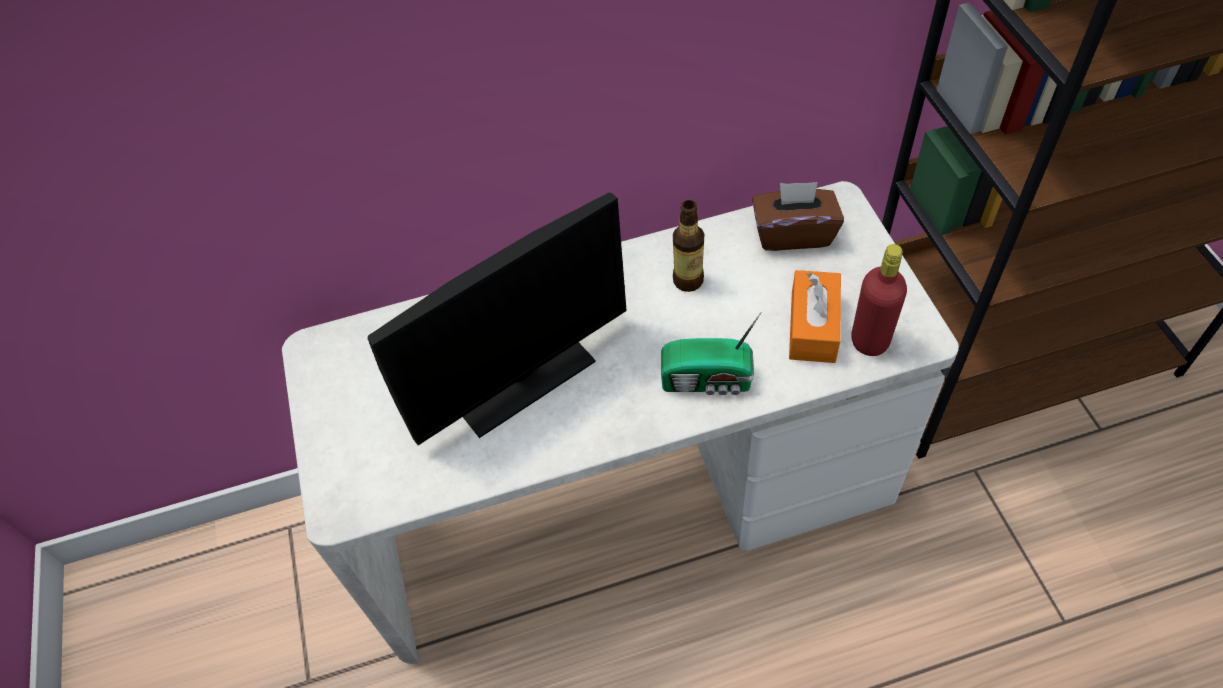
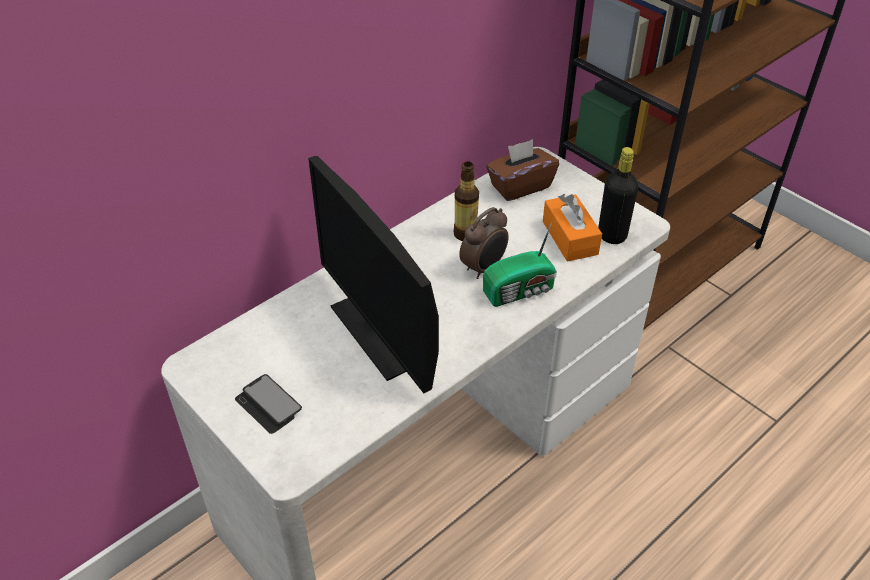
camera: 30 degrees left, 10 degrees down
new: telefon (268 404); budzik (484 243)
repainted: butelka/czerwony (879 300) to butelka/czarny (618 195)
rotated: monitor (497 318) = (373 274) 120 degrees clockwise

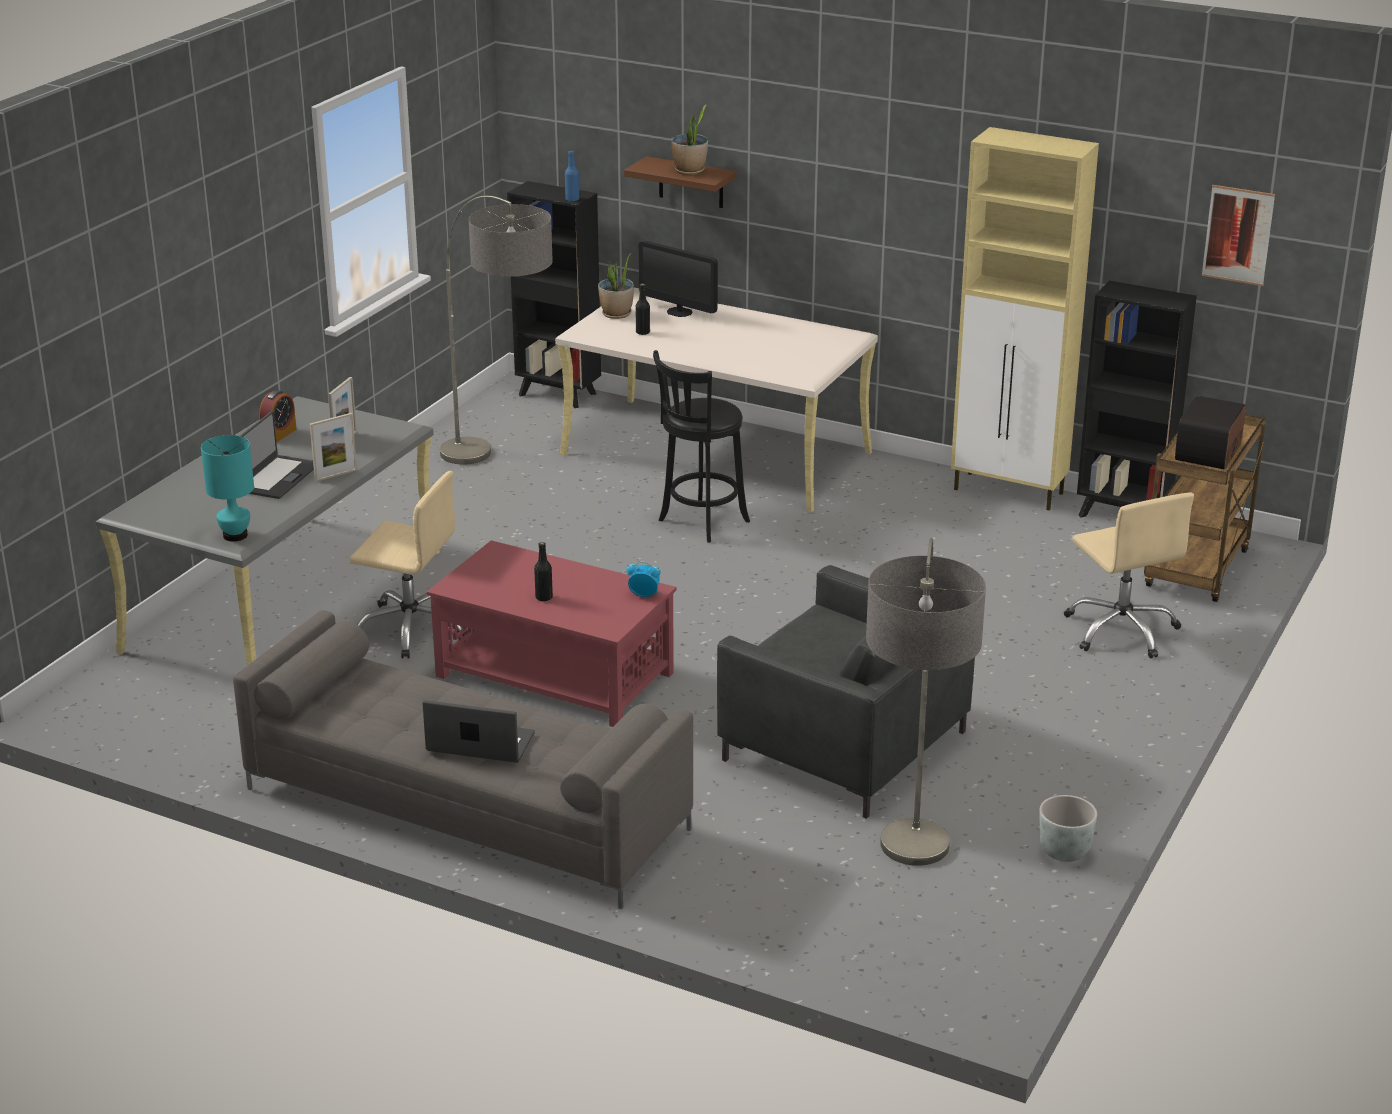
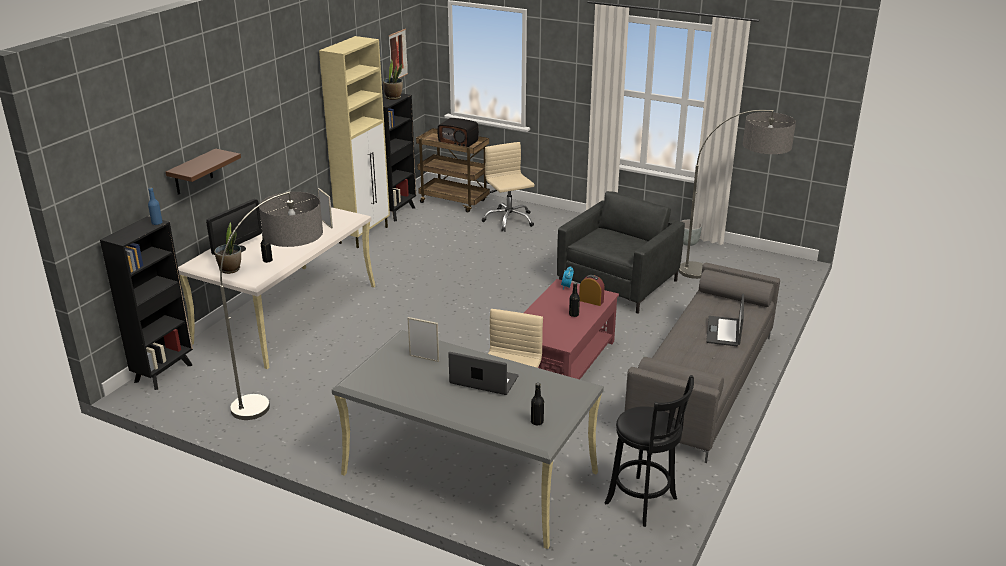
camera: 90 degrees left, 0 degrees up
gone: lampa stołowa/turkusowy (227 488)
new: butelka/czarny (537 404)
shifted: ramka na zdjęcie (333 447) to (325 208); roślina doniczkowa (689 139) to (393 79); budzik (277 416) to (592 290); stołek/czarny (701 446) to (649 451)
rotated: krzesło biurowe/beżowy (1129 575) = (508 187) 90 degrees counterclockwise

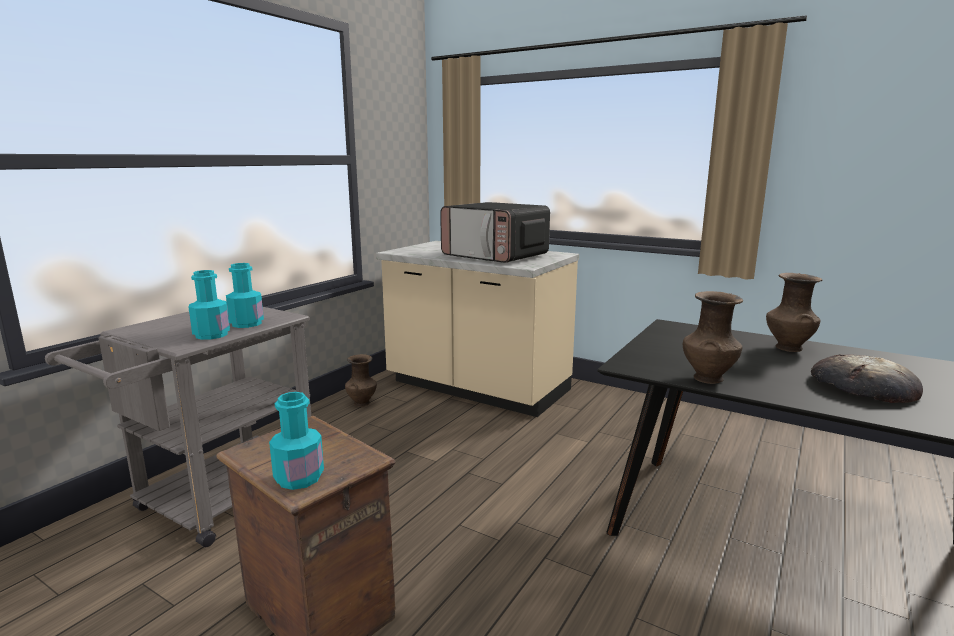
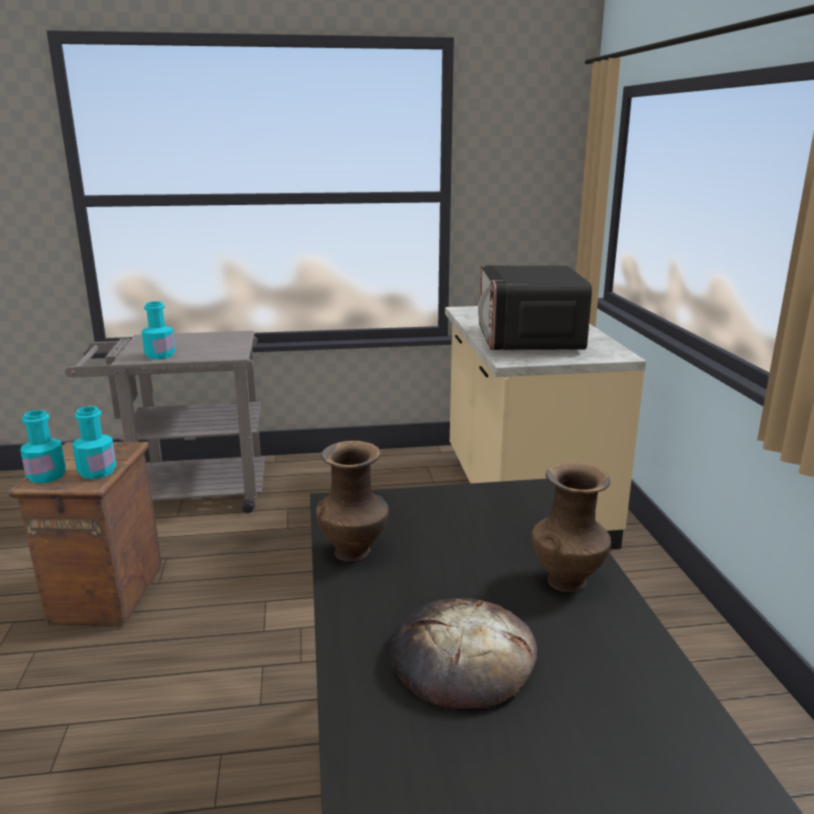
camera: 50 degrees right, 5 degrees up
gone: wazon/brązowy (361 380)
shifted: butelka/turkusowy (245 295) to (94 442)

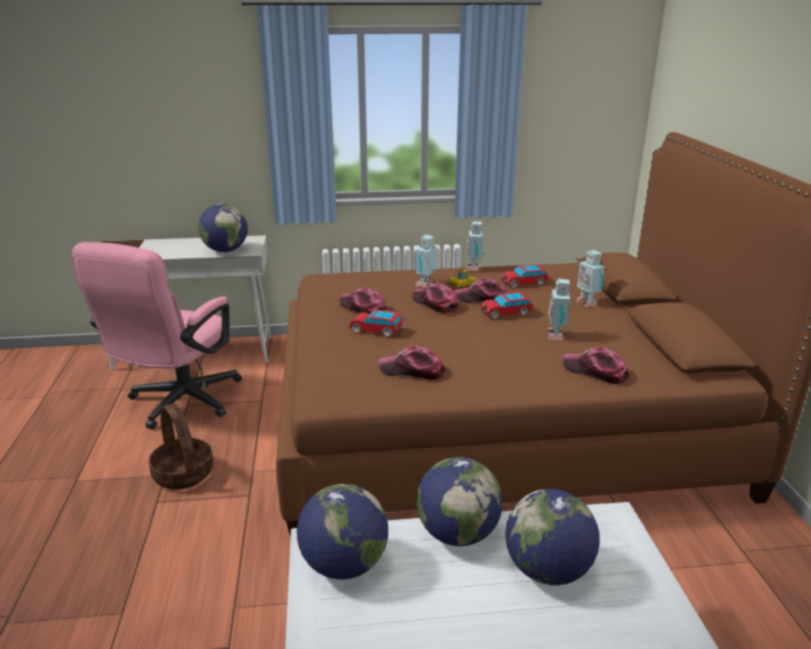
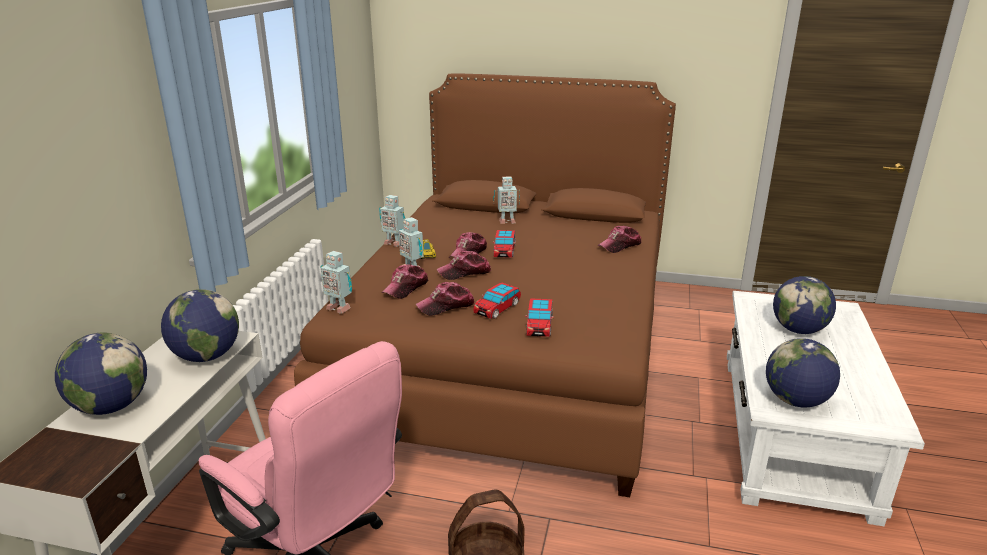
camera: 70 degrees left, 0 degrees up
shifted: globus (459 501) to (101 374); robot zabawkowy (559 309) to (336 282); czapka z daszkiem (411 362) to (404 281); samochodzik (525 276) to (539 317)

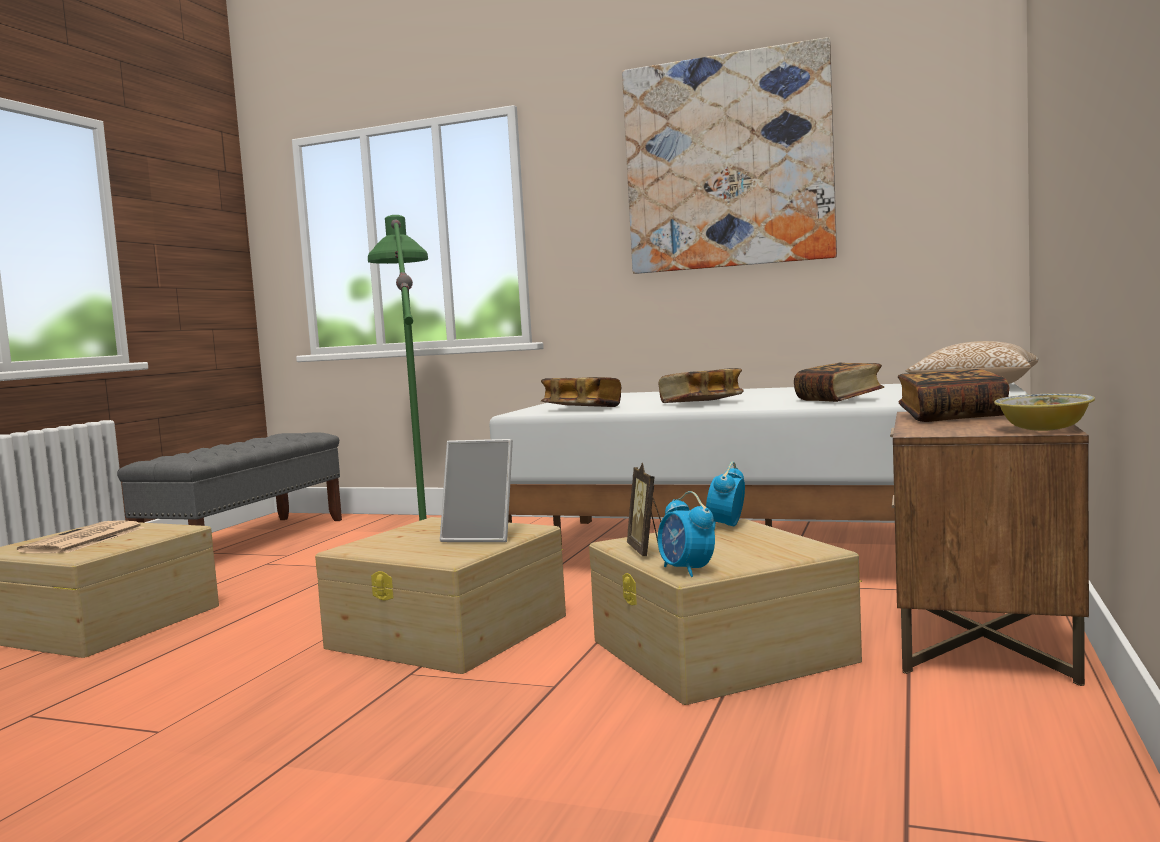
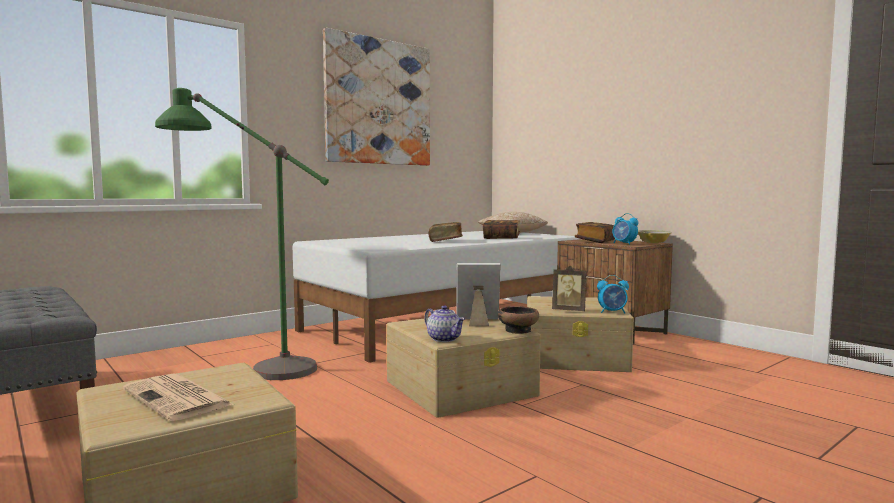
camera: 60 degrees left, 0 degrees up
gone: książka (581 392)
new: imbryk (444 324); miska (518 320)
shifted: budzik (725 496) to (625 229)
rotated: ramka na zdjęcie (476 490) = (478 294) 135 degrees counterclockwise

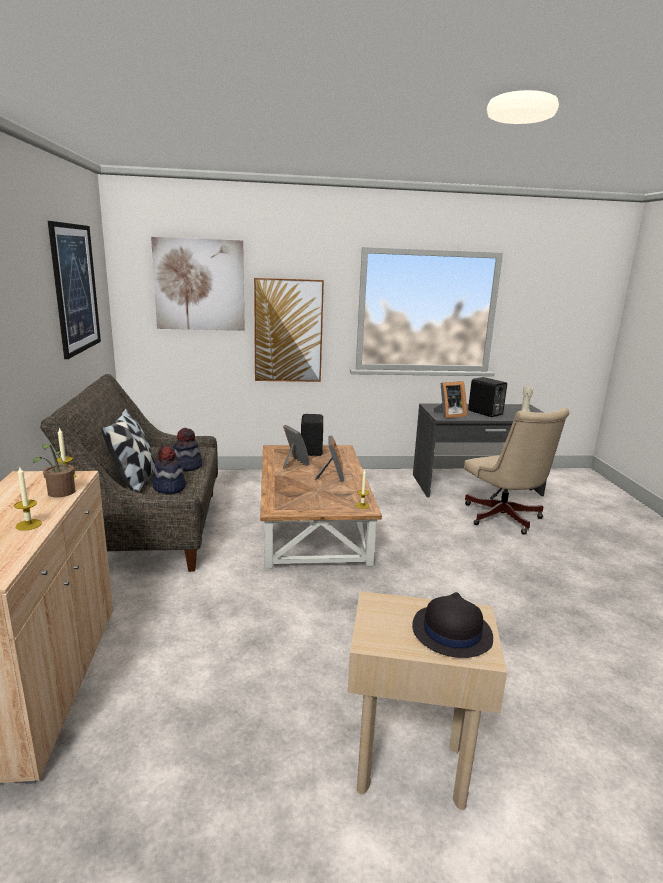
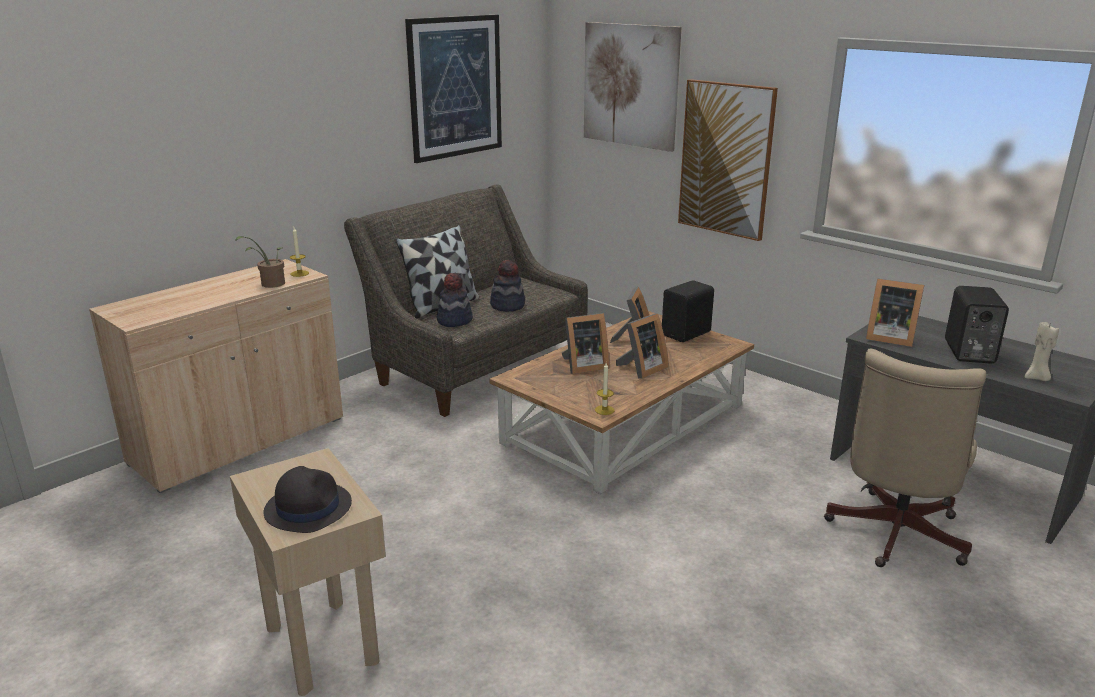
camera: 50 degrees right, 5 degrees up
gone: świeca (28 499)
new: ramka na zdjęcie (585 343)

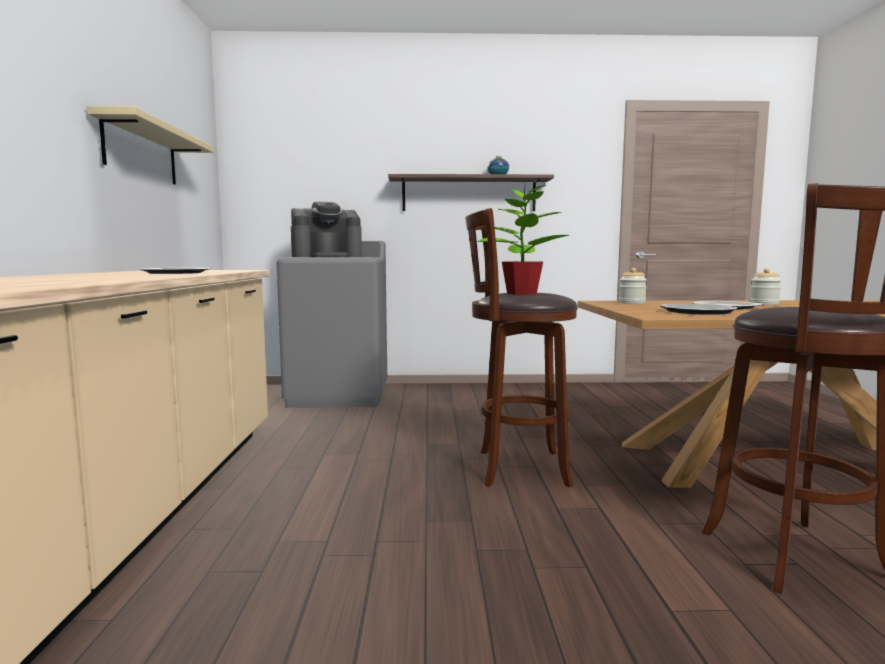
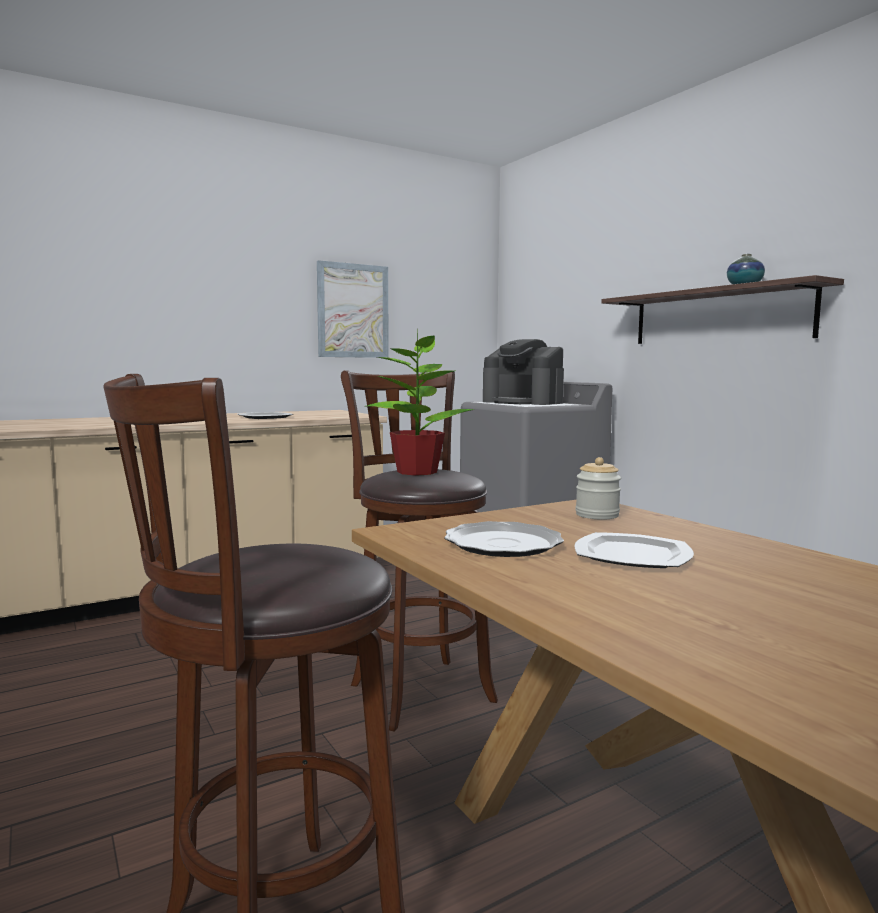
camera: 60 degrees right, 0 degrees up
gone: słoik (765 286)
swapped: półka/beżowy (150 145) to obraz (353 309)

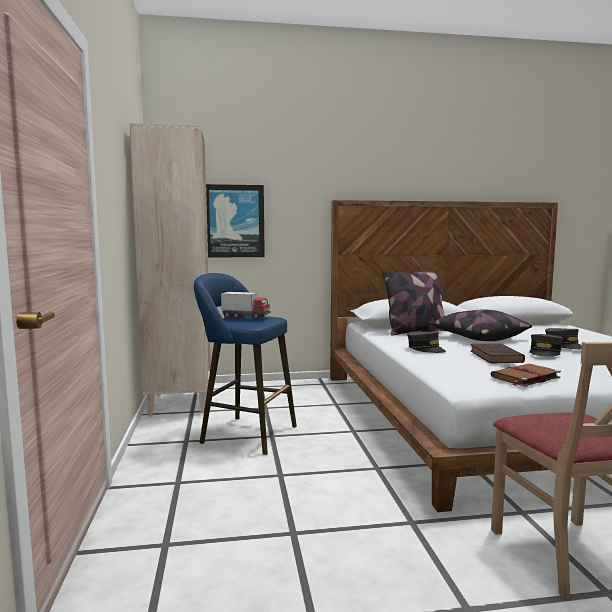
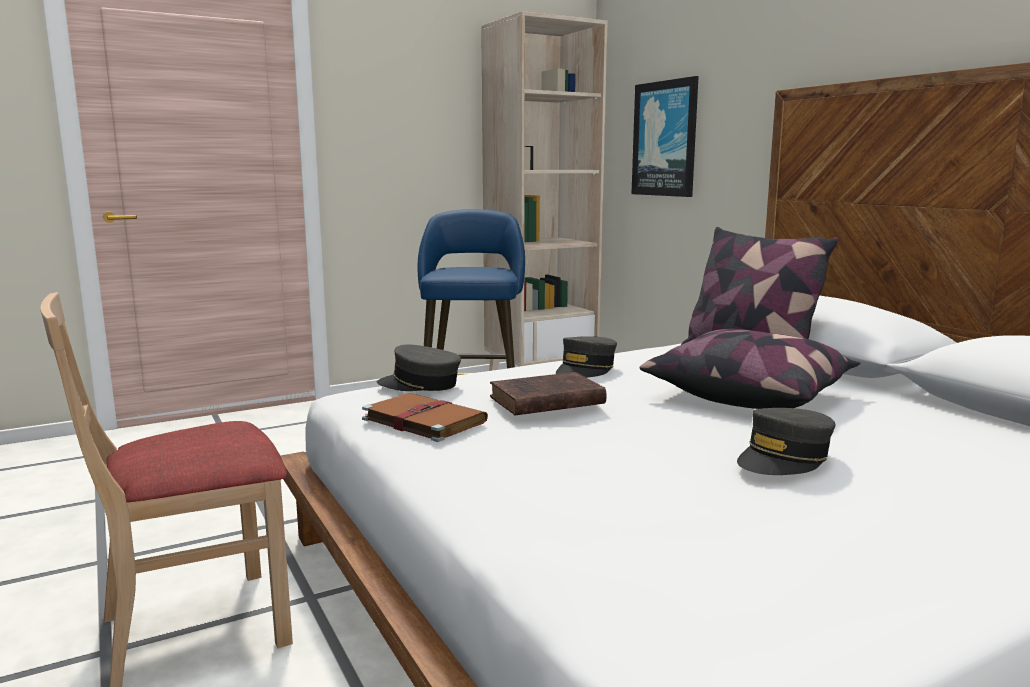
camera: 70 degrees right, 5 degrees up
gone: ciężarówka zabawkowa (246 306)
shifted: czapka z daszkiem/szary (546 345) to (419 368)

